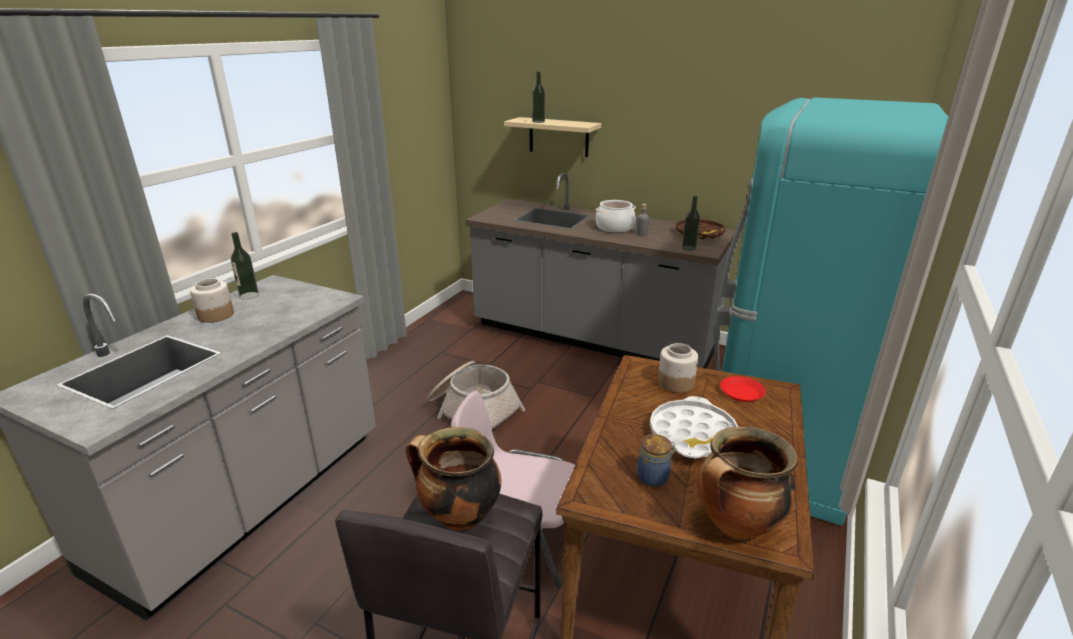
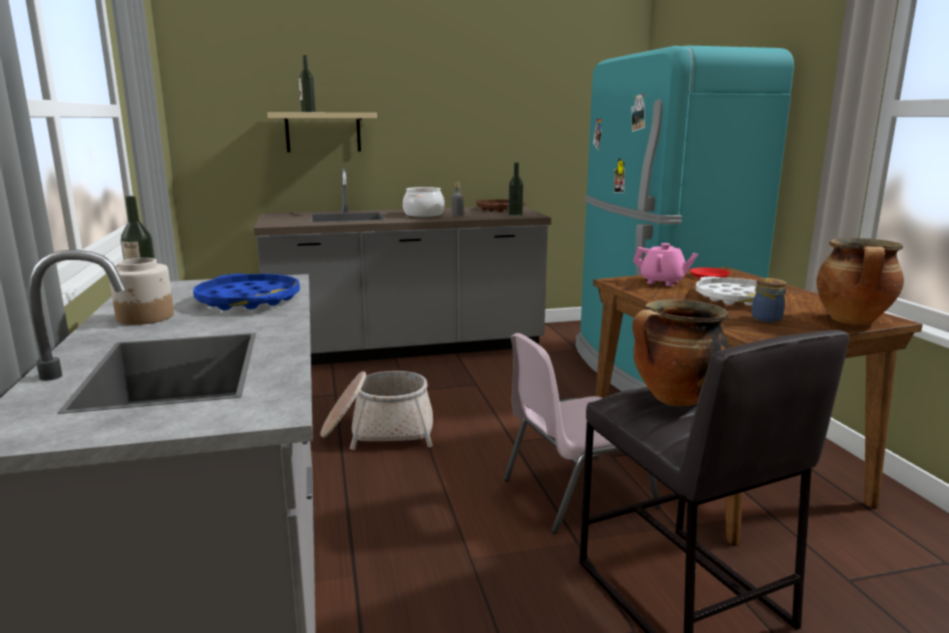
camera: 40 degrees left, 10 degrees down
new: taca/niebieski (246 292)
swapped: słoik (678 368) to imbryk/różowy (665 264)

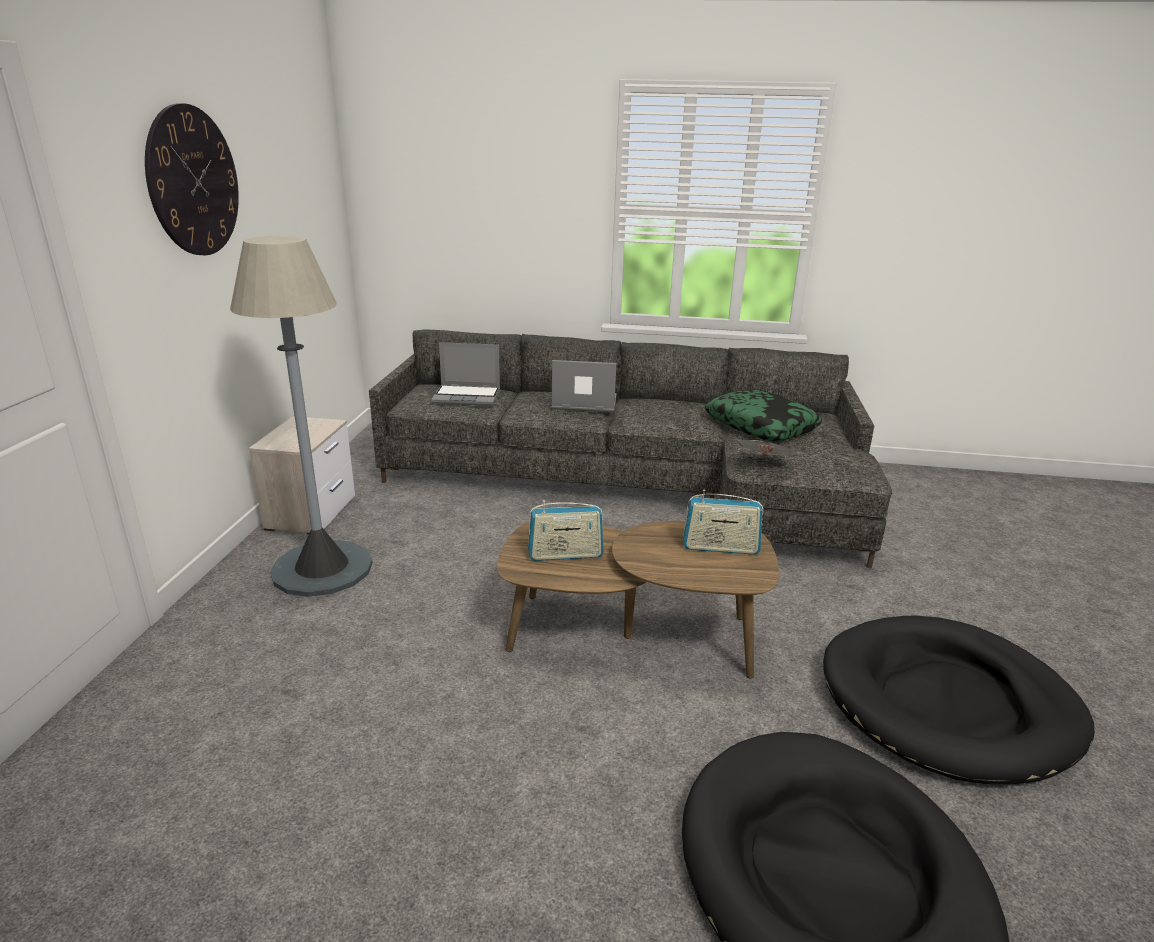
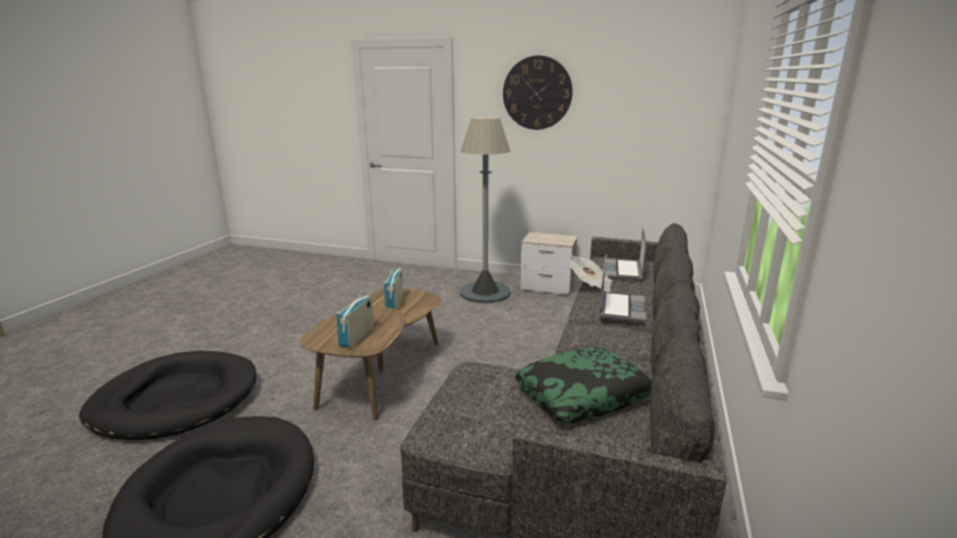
camera: 100 degrees right, 5 degrees down
shifted: gazeta (765 447) to (590 274)

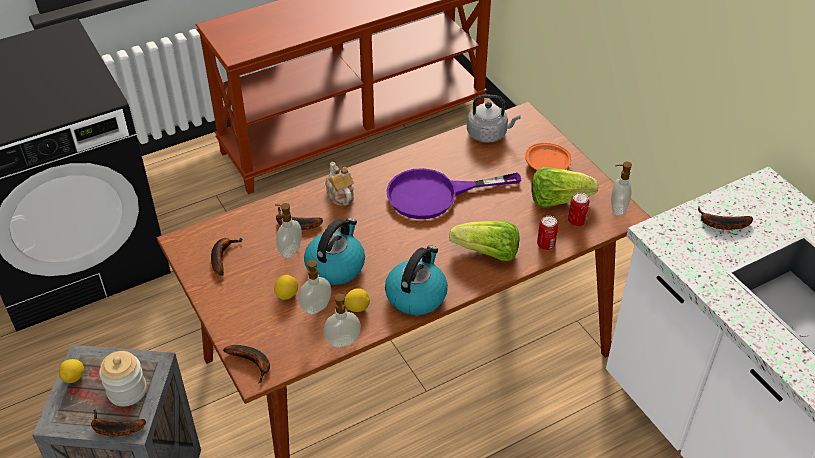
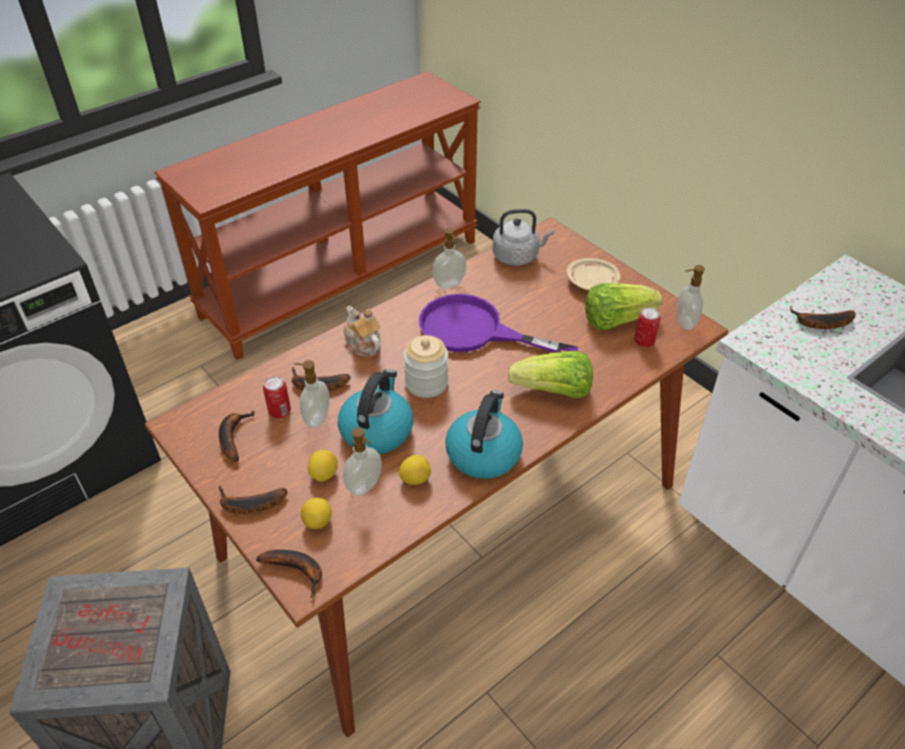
camera: 10 degrees left, 0 degrees up
shifted: banan (118 422) to (253 500); puszka (547 233) to (277 397); cytryna (71 371) to (316 513); słoik (123 378) to (425 366); dozownik mydła (342 320) to (449 258)
repainted: talerz/pomarańczowy (548 156) to talerz/beżowy (593 274)
rotated: patelnia/fioletowy (453 193) = (498 323) 45 degrees clockwise

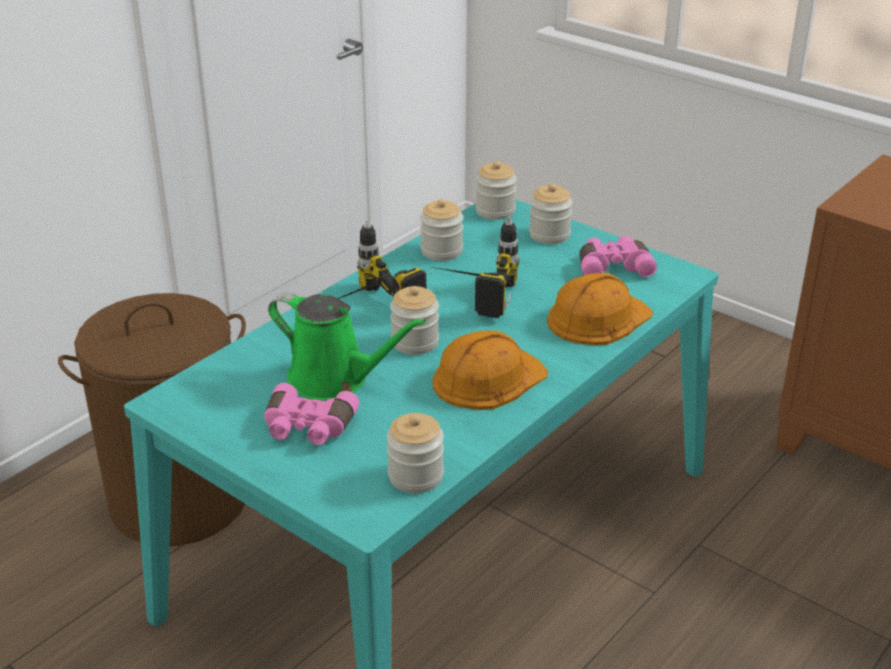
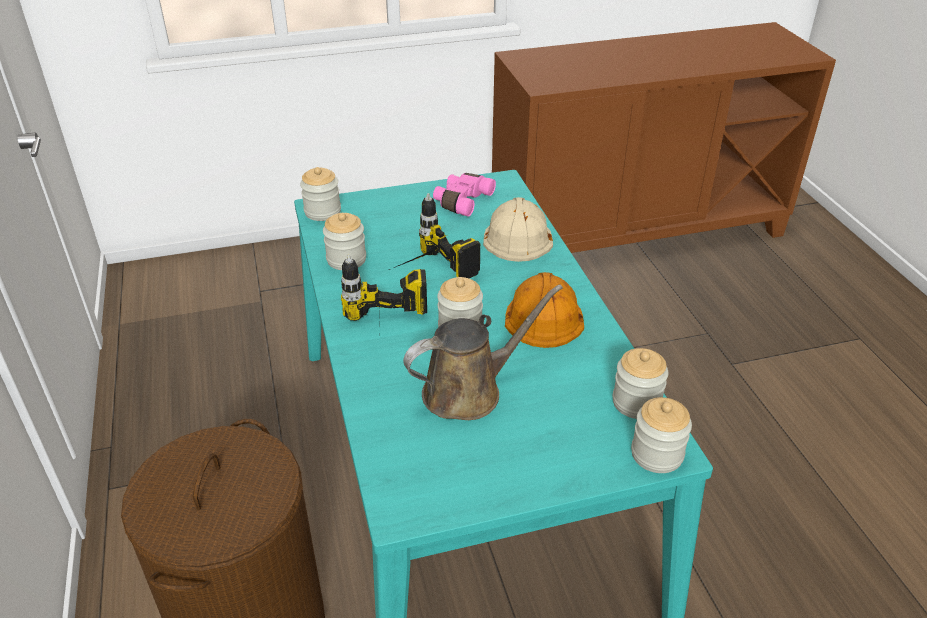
camera: 55 degrees left, 5 degrees up
gone: lornetka/różowy (311 414)
shifted: słoik (551 213) to (661 435)
repainted: konewka/zielony (347 346) to konewka/brązowy (483 352); kask/pomarańczowy (600 309) to kask/beżowy (518 229)

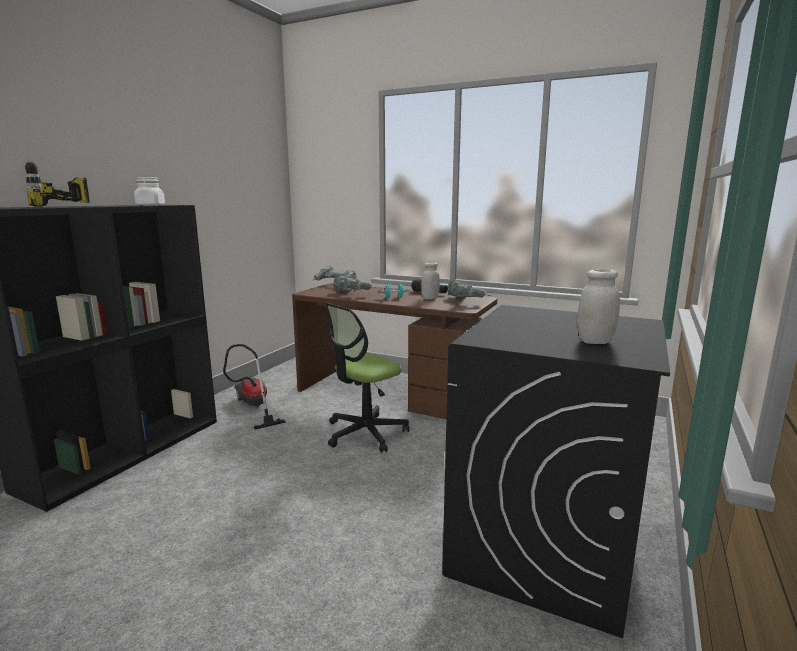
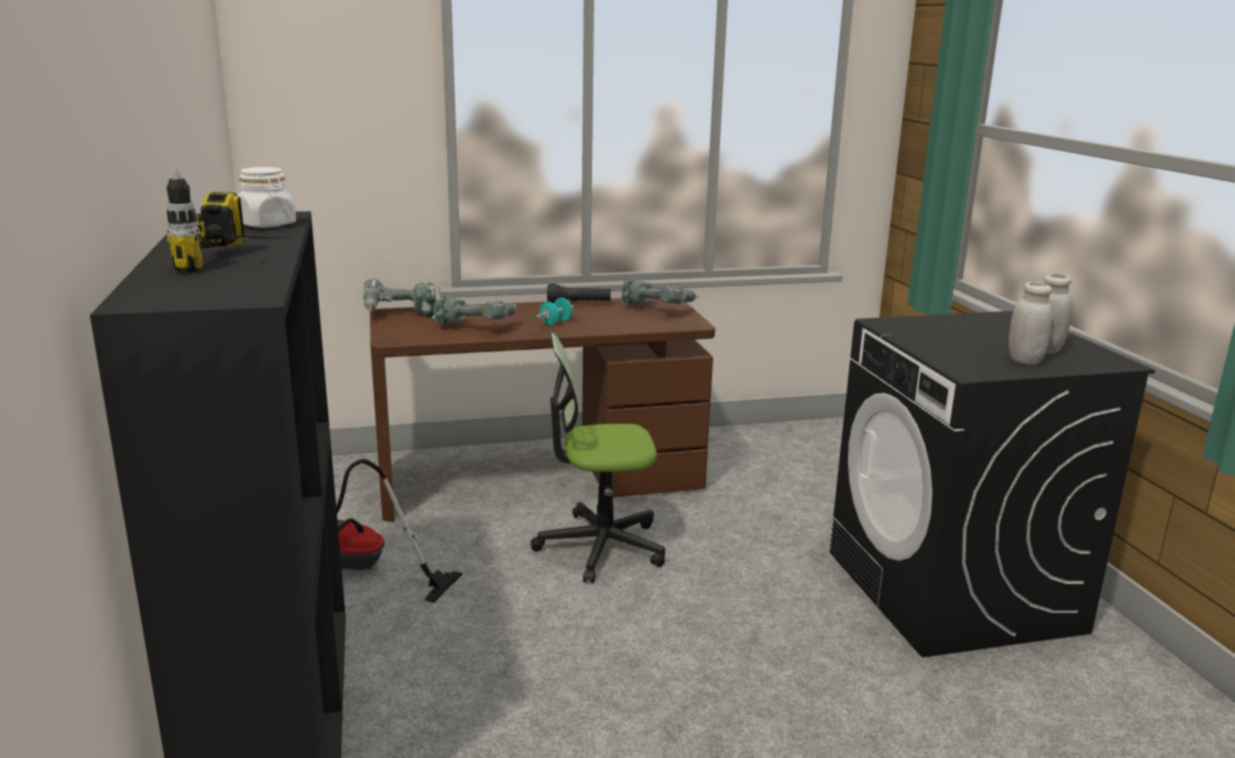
camera: 40 degrees left, 5 degrees up
shifted: słoik/biały (430 280) to (1030 323)
rotated: krzesło biurowe (367 378) = (598 458) 75 degrees clockwise

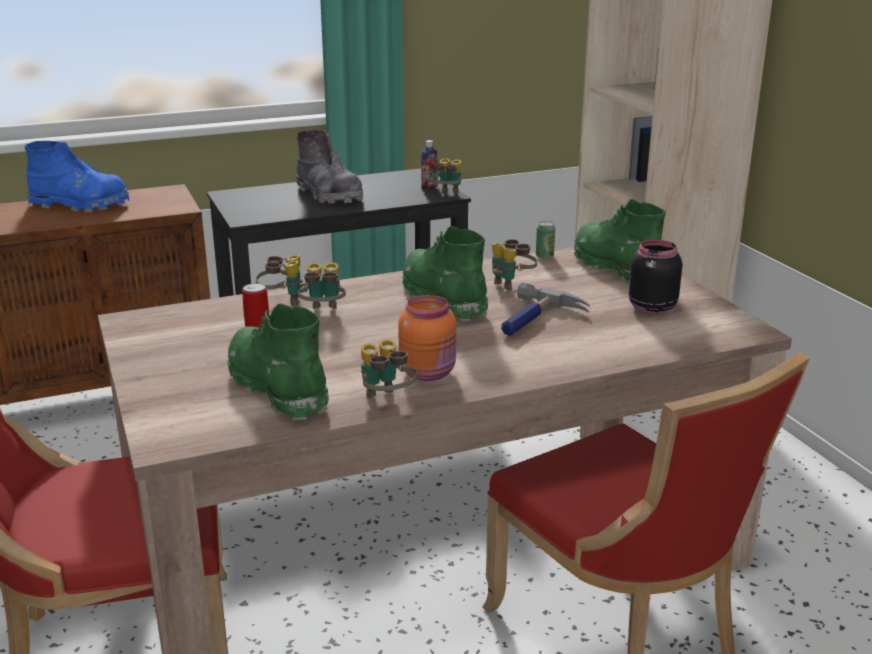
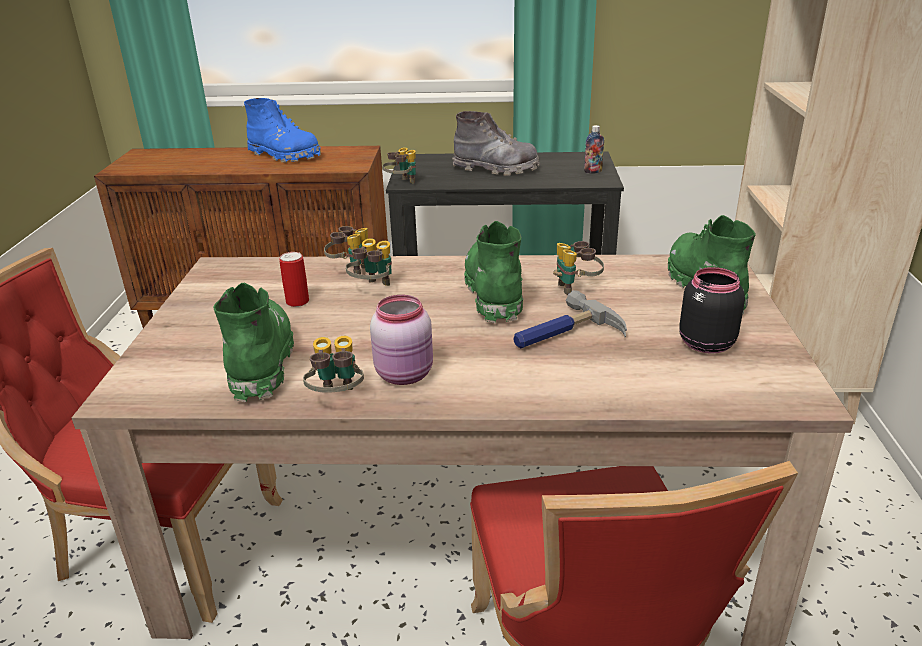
camera: 25 degrees right, 5 degrees up
gone: puszka (545 240)
shifted: lornetka (445 176) to (399 165)
repainted: słoik/pomarańczowy (427 338) to słoik/różowy (401 340)
rotated: but z cholewką/szary (329 167) = (496 143) 60 degrees counterclockwise

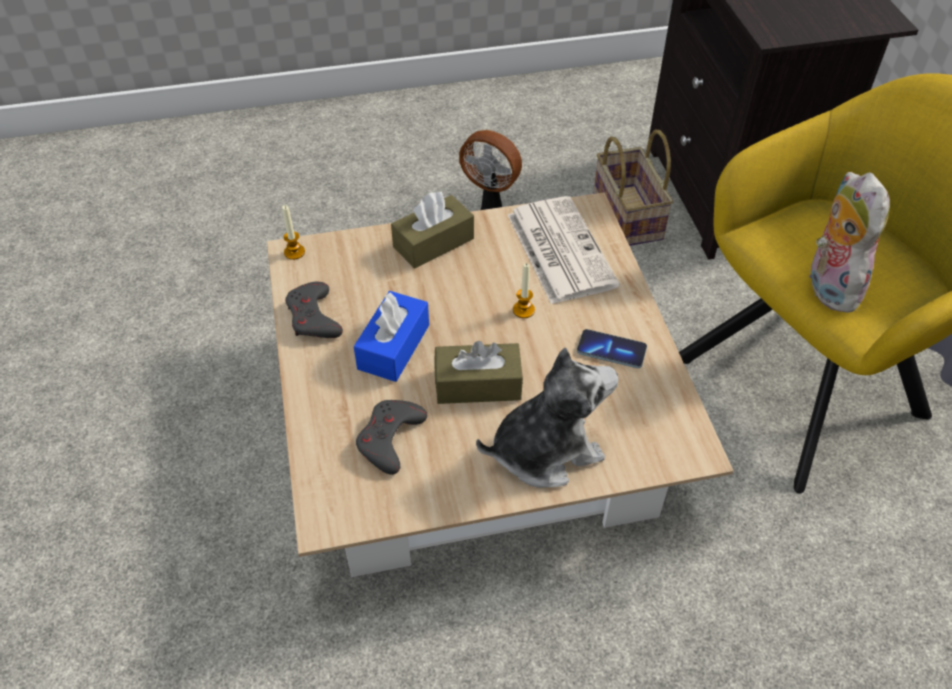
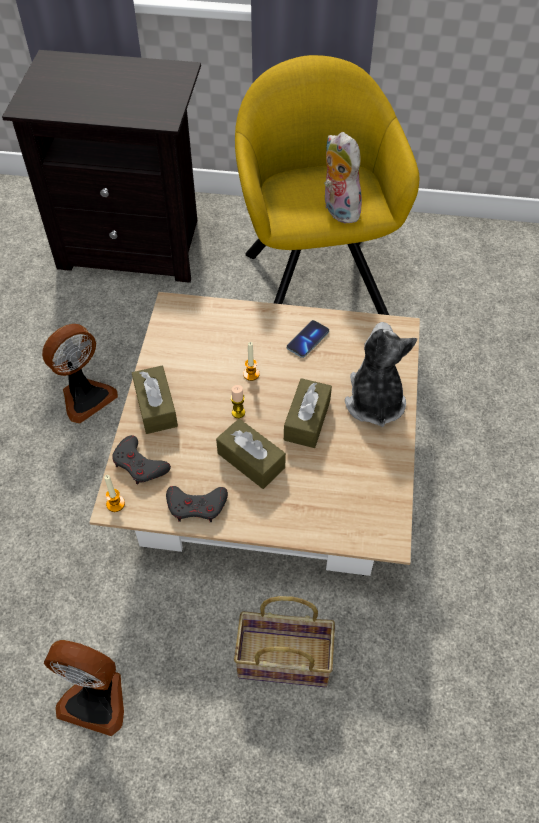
camera: 70 degrees left, 5 degrees up
gone: gazeta (564 250)
new: wentylator (84 688); świeca (238 401)
shifted: pad do gier/szary (391 437) to (141 460); koszyk (633 188) to (284 641)
repainted: pudełko chusteczek/niebieski (391 336) to pudełko chusteczek/brązowy (251 454)
rotated: pluszak (849 242) = (344 177) 45 degrees clockwise

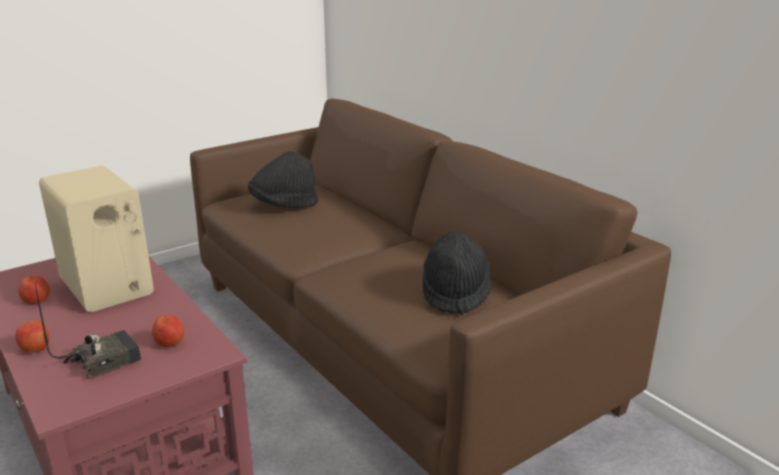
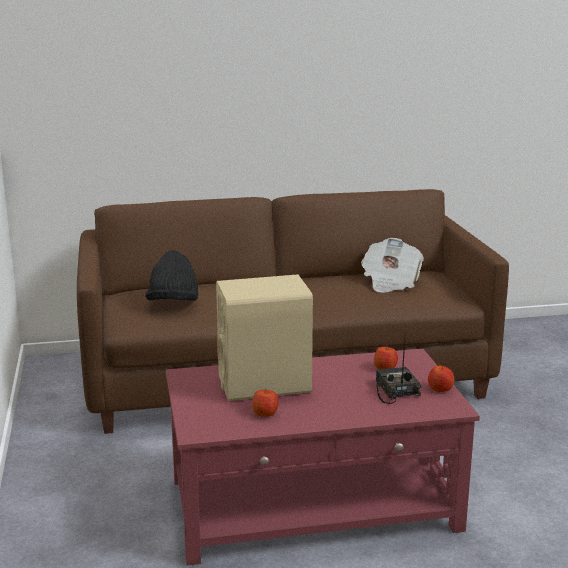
camera: 65 degrees left, 5 degrees down
shifted: jabłko (32 336) to (441 378)
swapped: kapelusz/czarny (457 273) to gazeta (392 265)

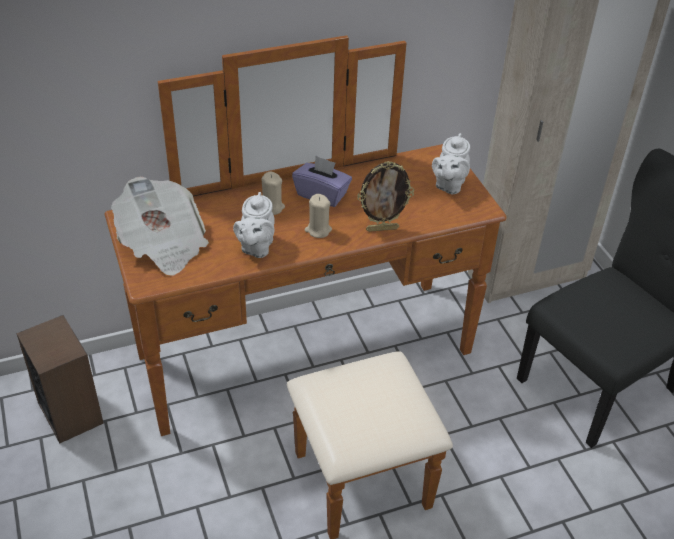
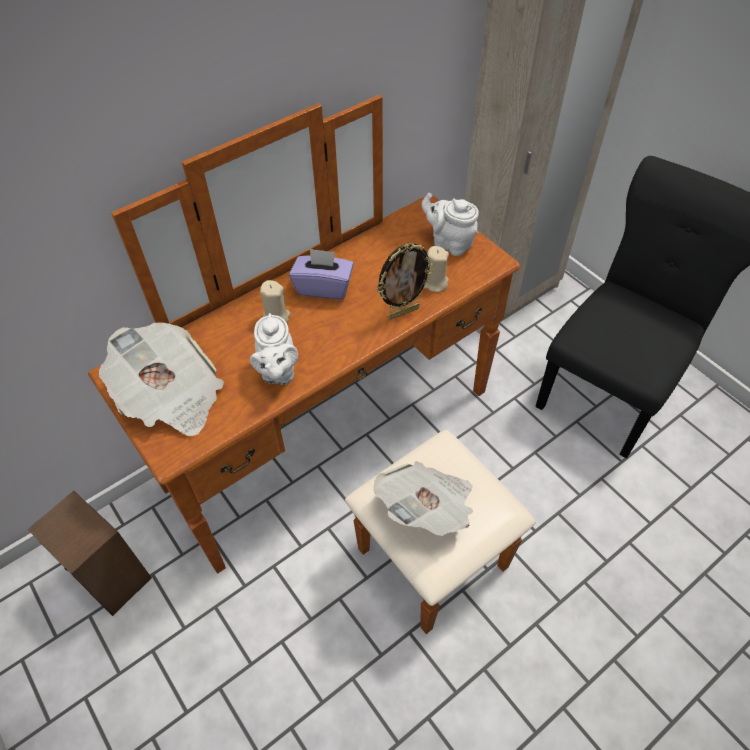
camera: 15 degrees left, 10 degrees up
new: gazeta (423 498)
shifted: świeca/beżowy (318 216) to (436 269)
rotated: imbryk/biały (451 163) = (450 224) 120 degrees clockwise

